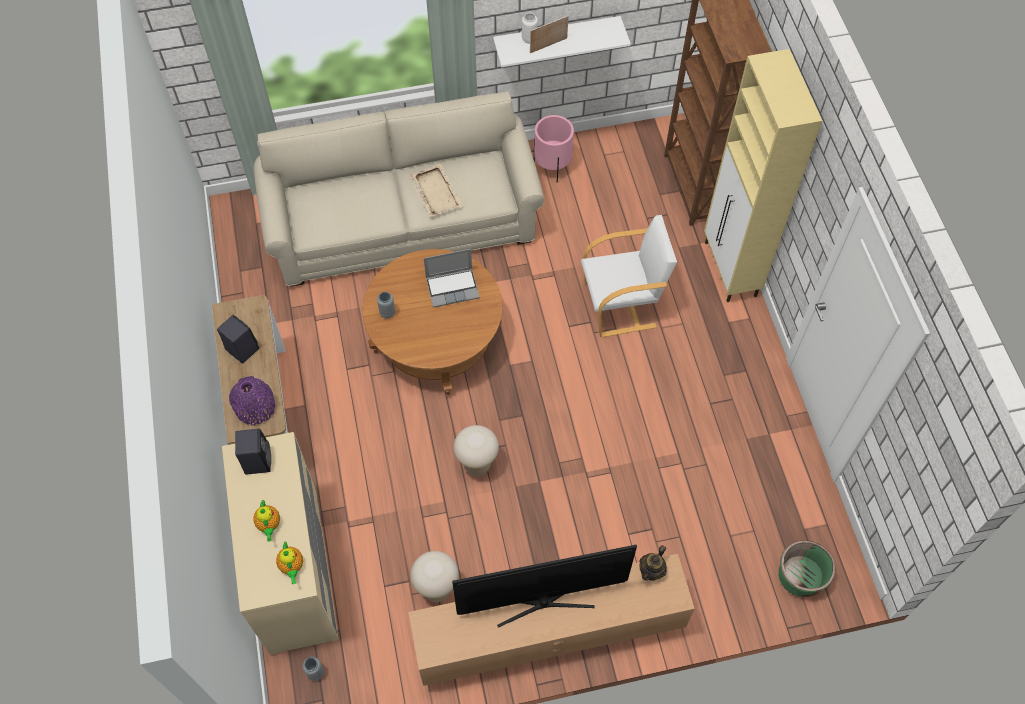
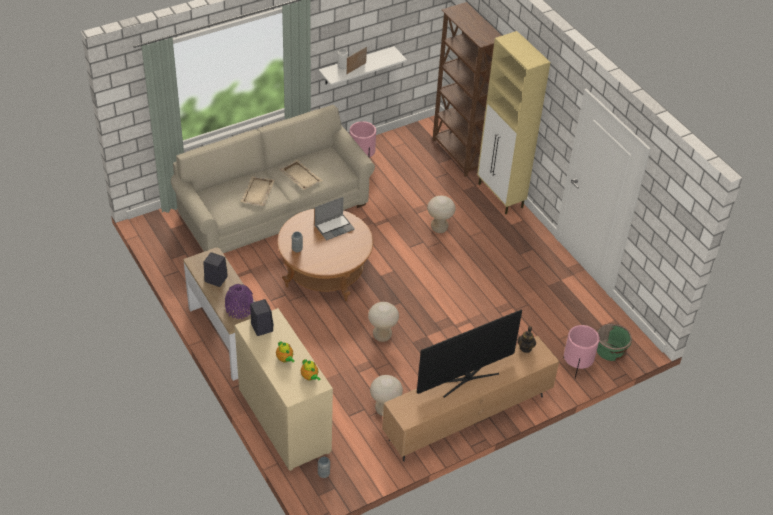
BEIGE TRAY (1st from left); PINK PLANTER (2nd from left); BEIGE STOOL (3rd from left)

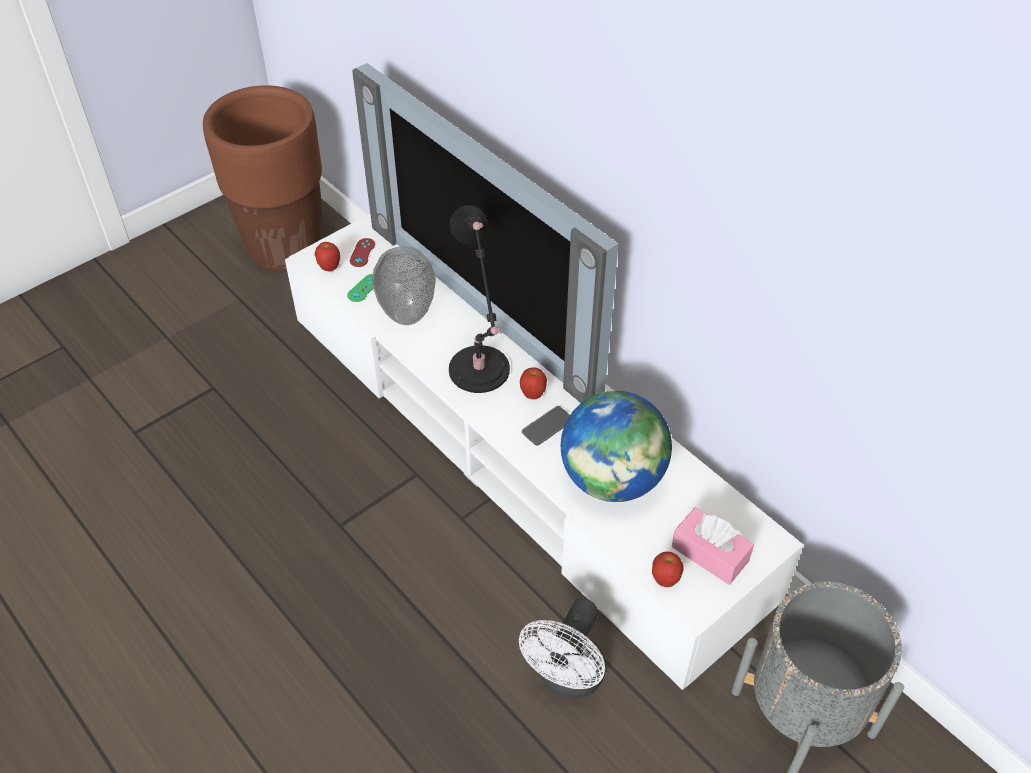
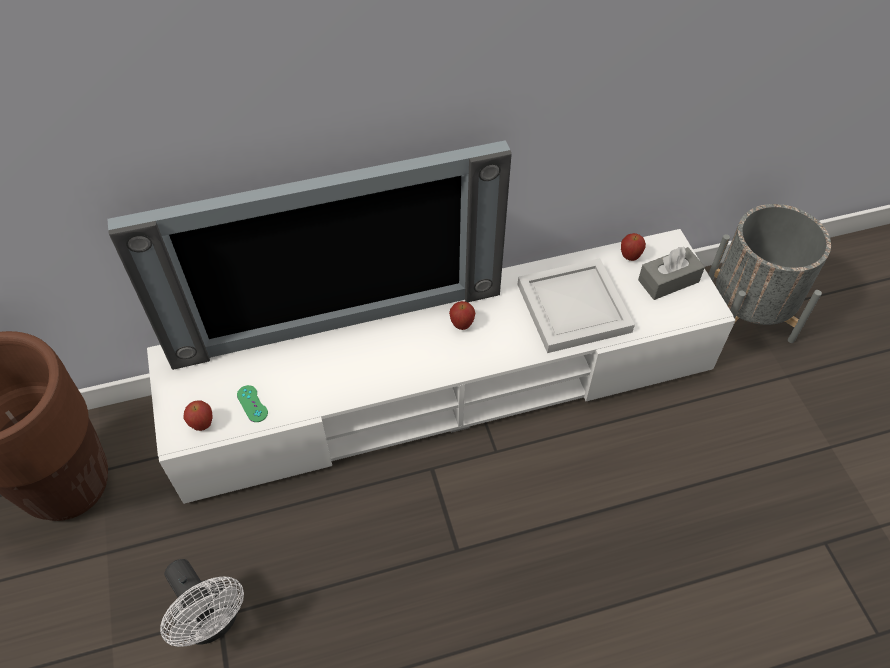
RED GAME CONTROLLER; VASE; BLACK TABLE LAMP; PHONE; WHITE FAN; APPLE (3rd from left); WHITE TRAY; GREY TISSUE BOX

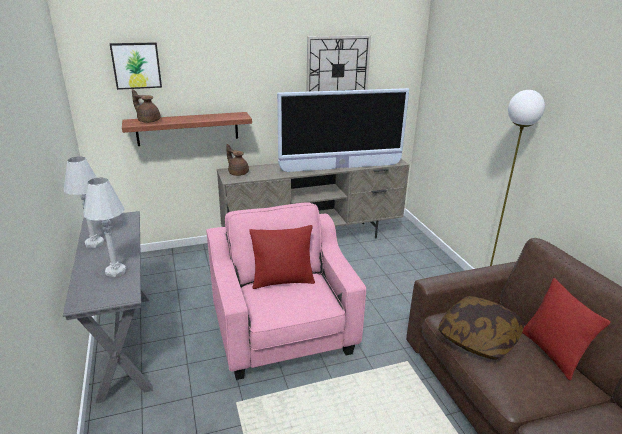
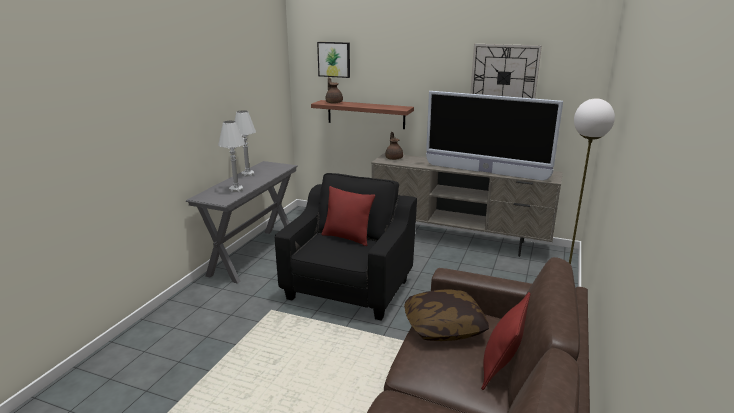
BLACK ARMCHAIR

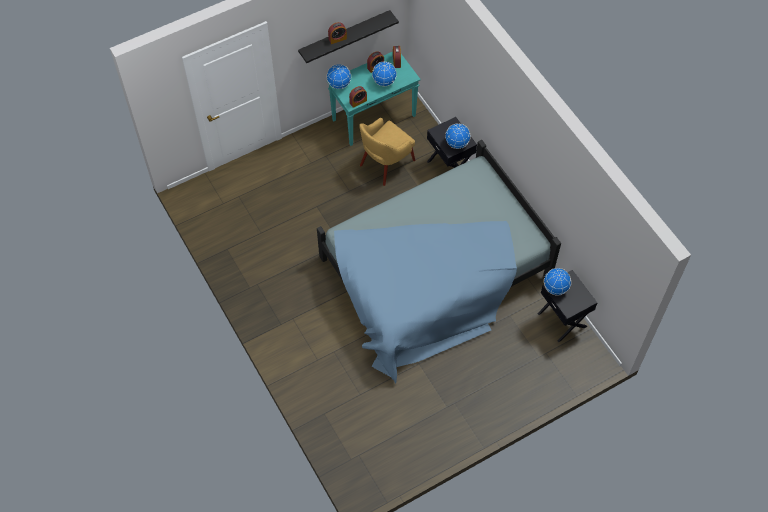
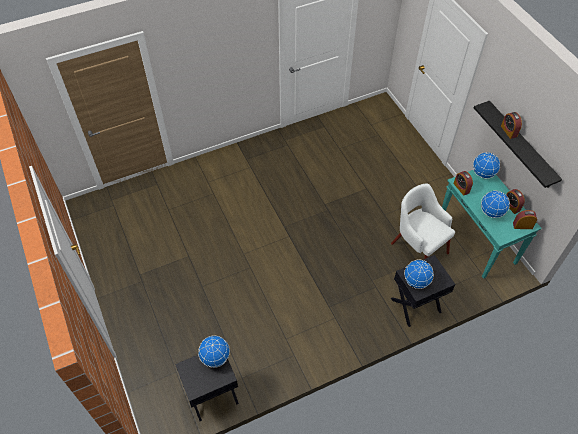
BLUE BED; WHITE ARMCHAIR

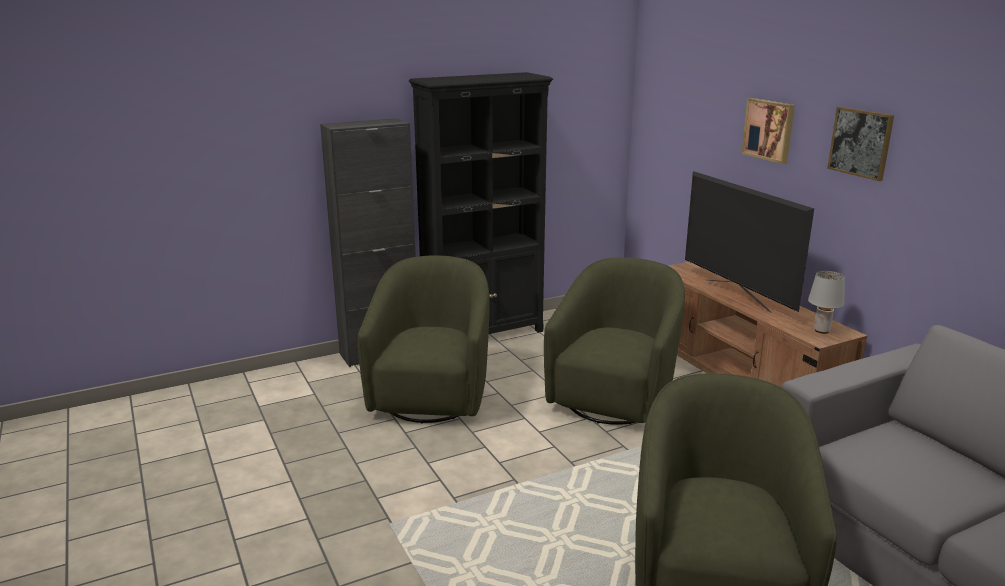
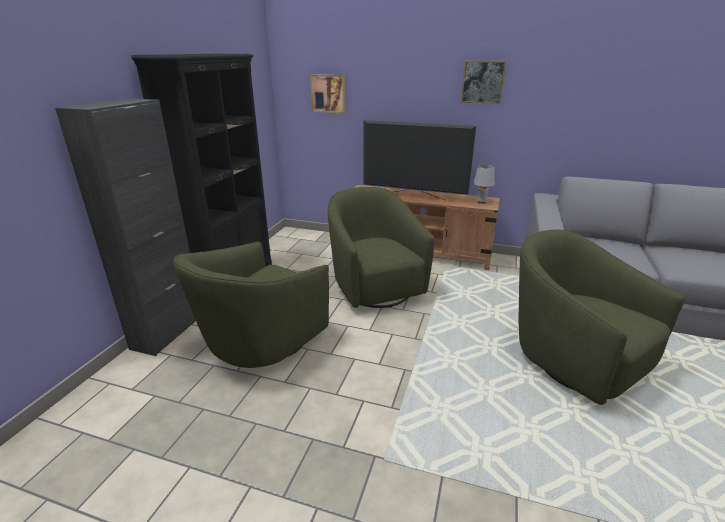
PICTURE (1st from left); GREEN ARMCHAIR (1st from left)

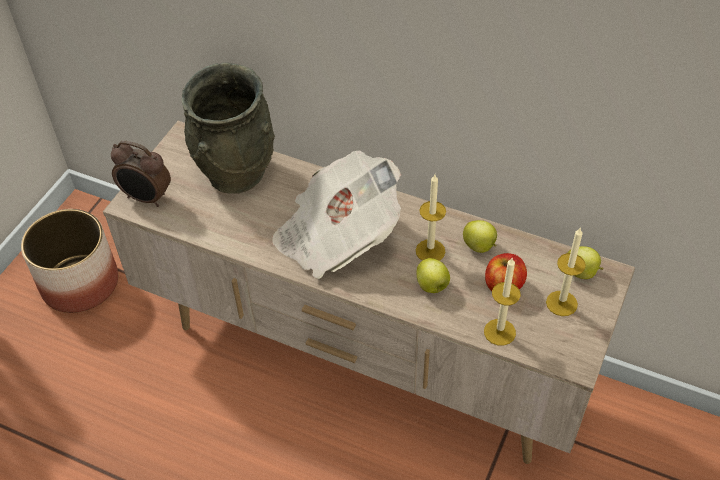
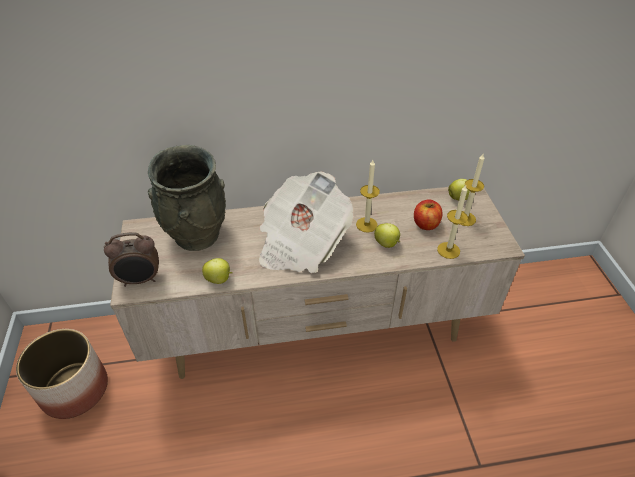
APPLE (1st from left)

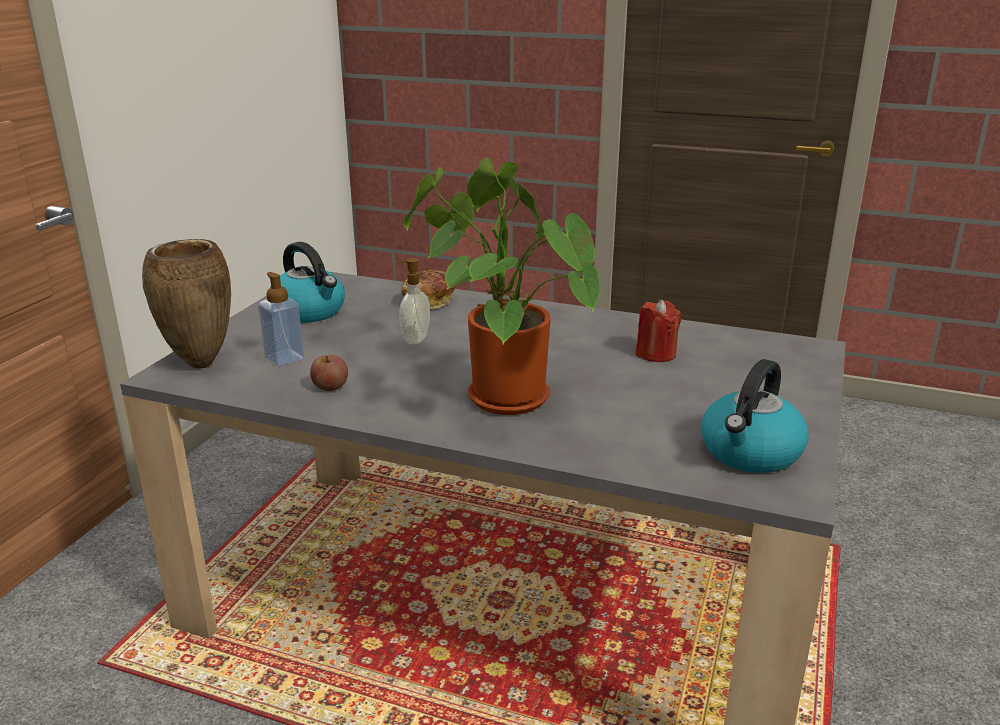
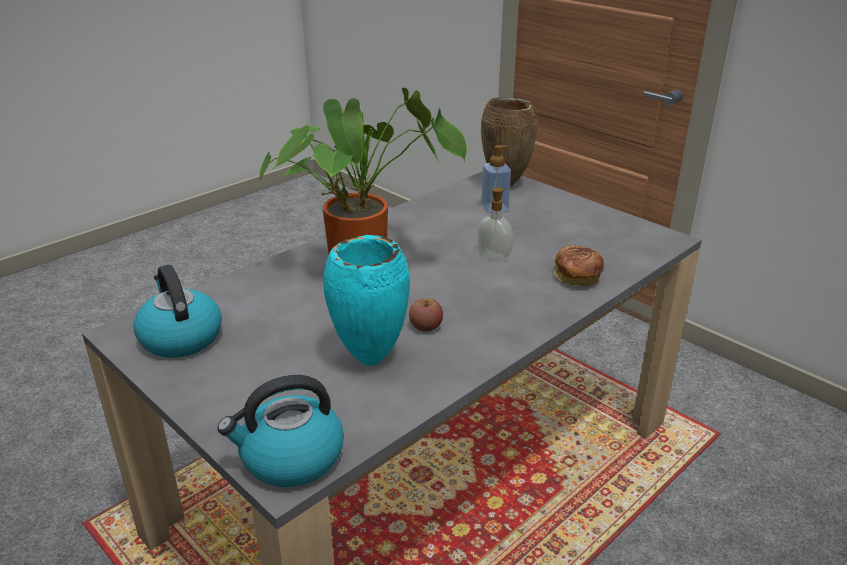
KETTLE (2nd from left); APPLE; TURQUOISE VASE

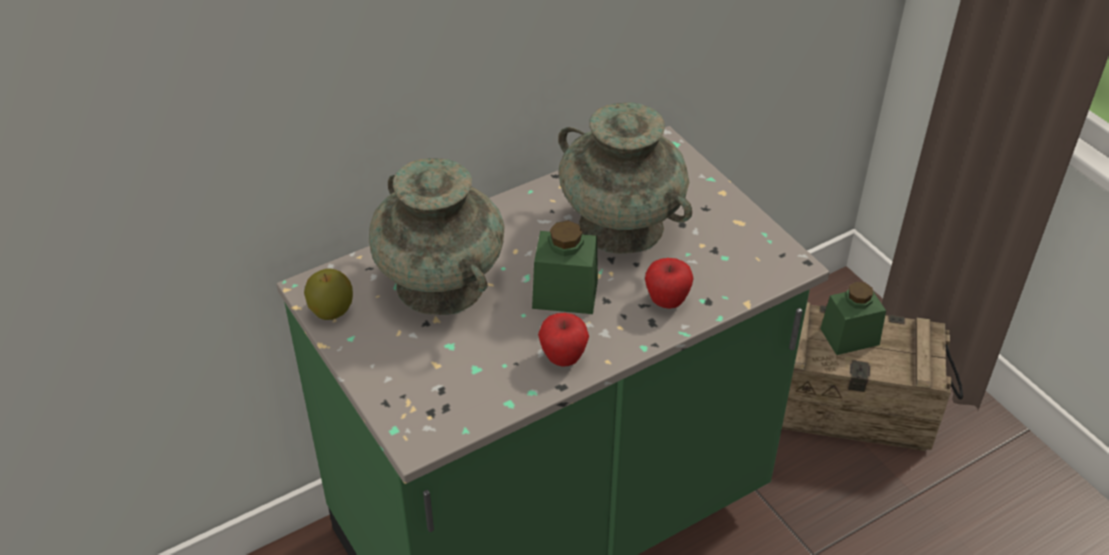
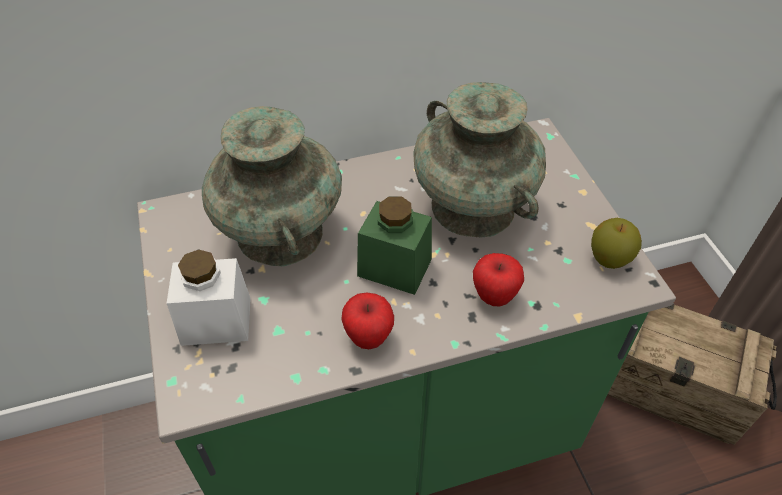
GREEN JAR (2nd from left in the first image); WHITE JAR; APPLE (3rd from left)

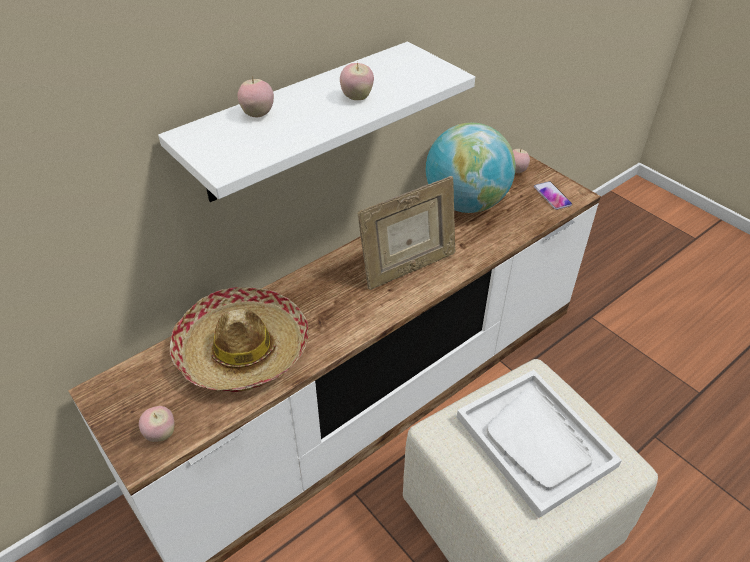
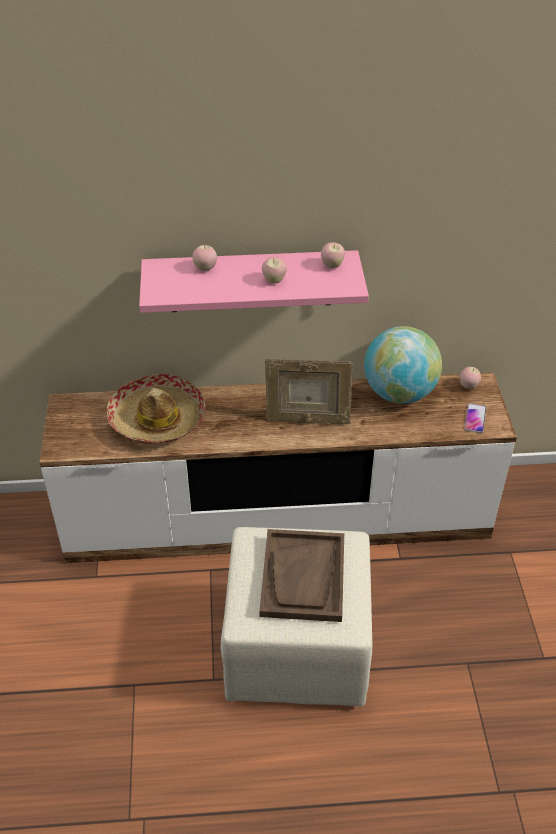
APPLE (3rd from left); PINK SHELF; BROWN TRAY

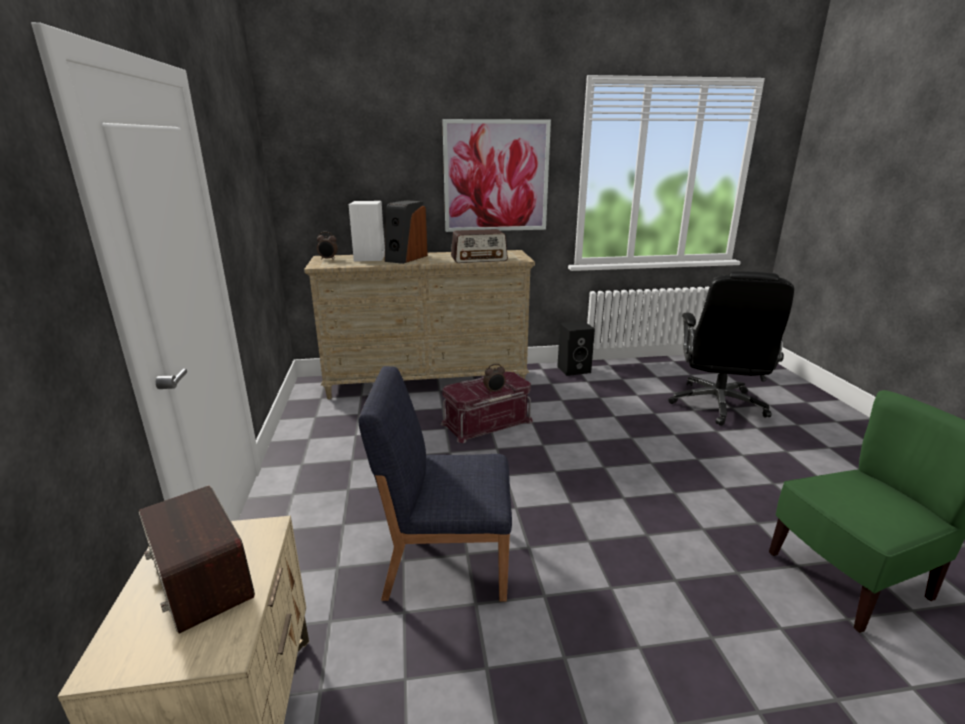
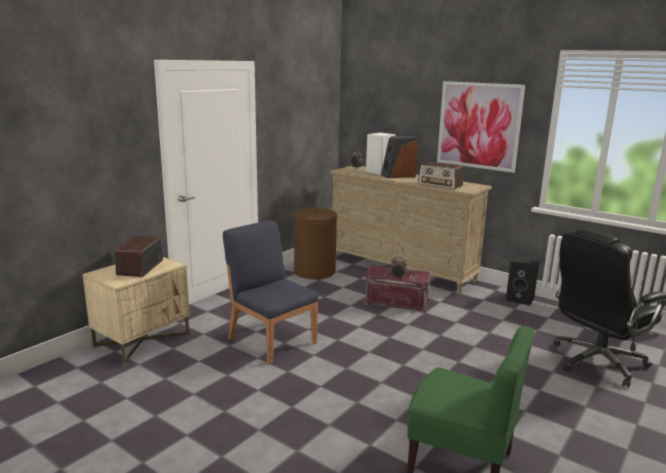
BROWN LAUNDRY BASKET

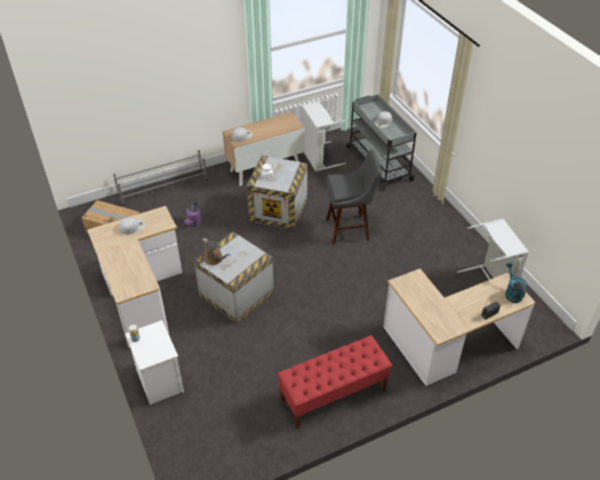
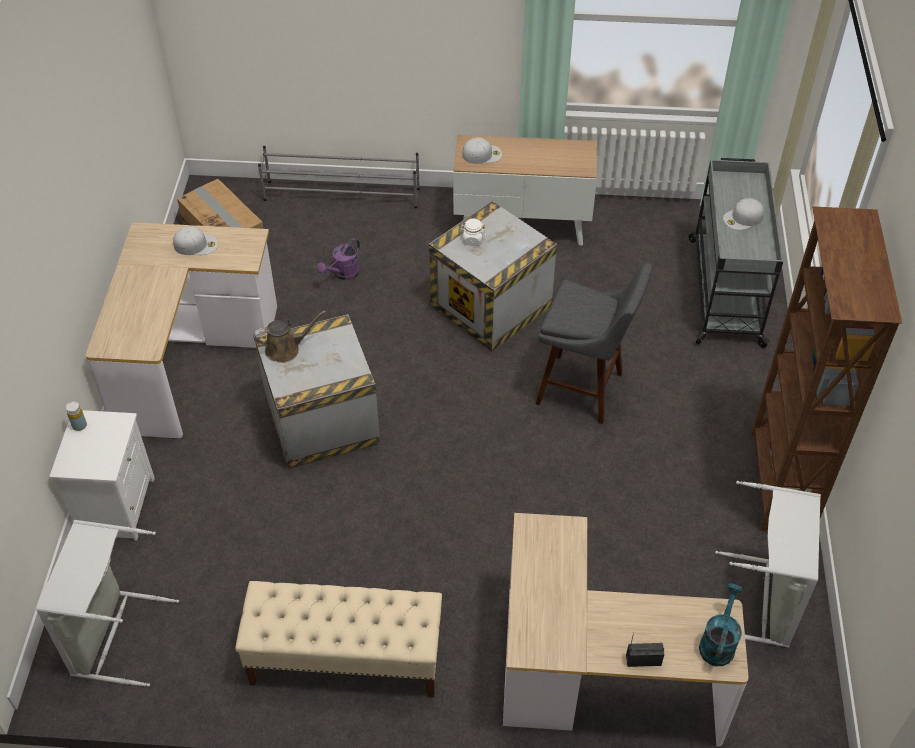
BROWN BOOKCASE; GREY LAUNDRY BASKET (1st from left); BEIGE BENCH; BROWN WATERING CAN

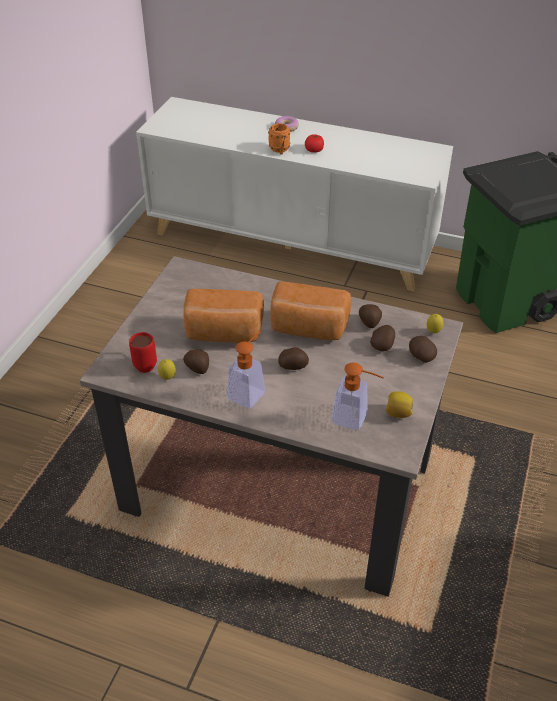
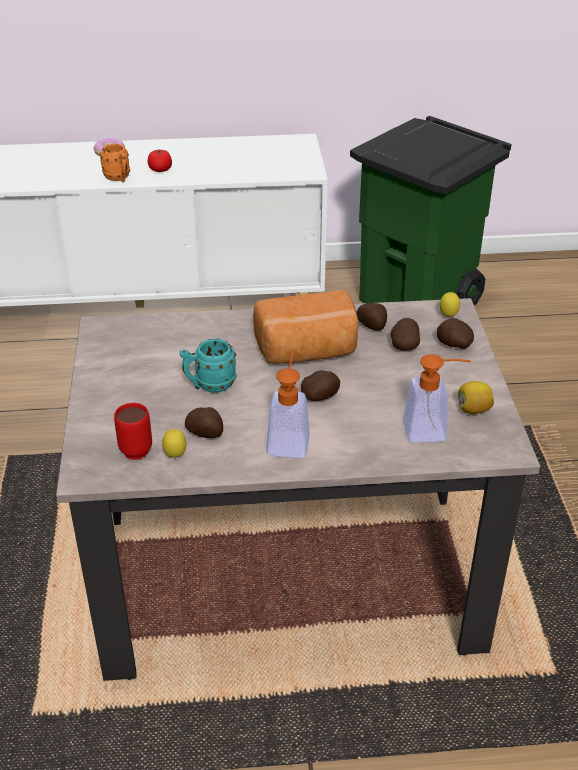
TURQUOISE MUG

